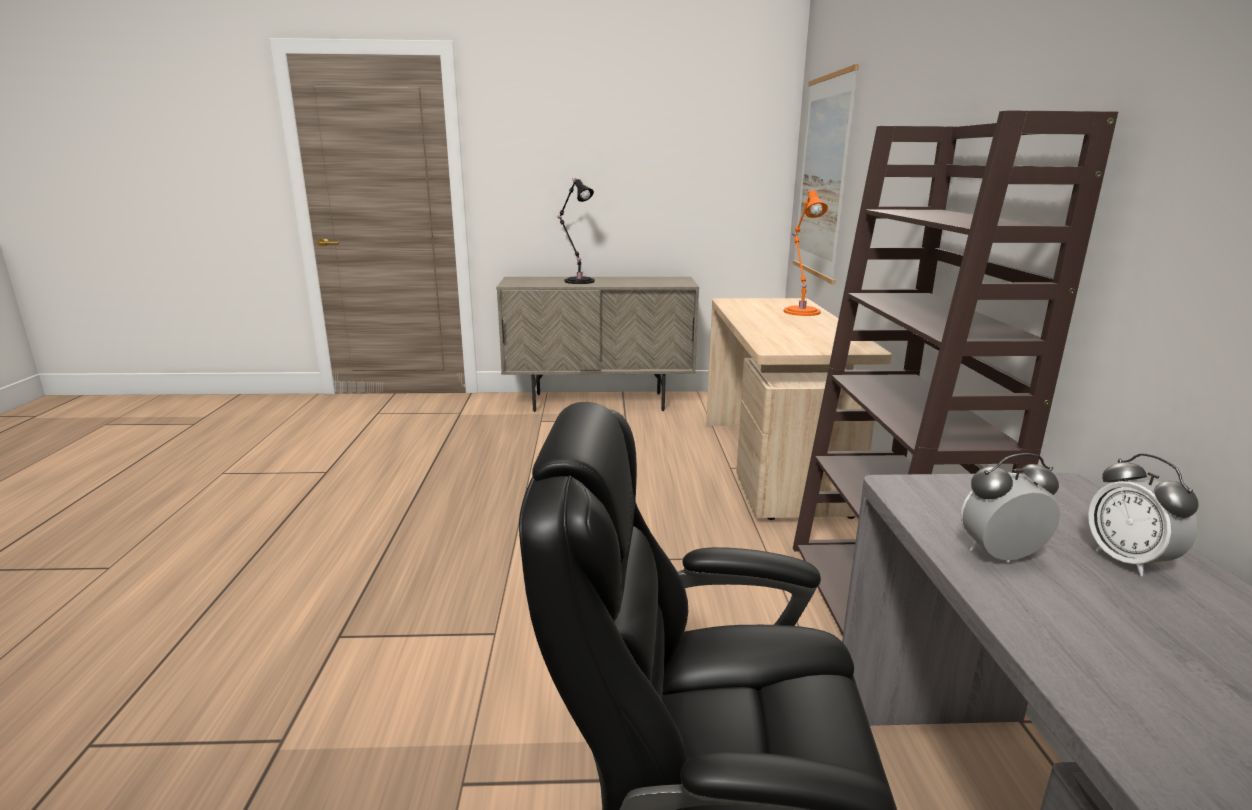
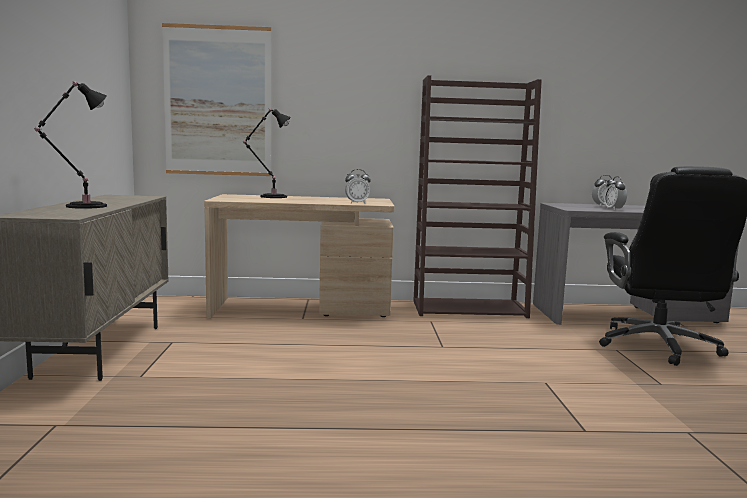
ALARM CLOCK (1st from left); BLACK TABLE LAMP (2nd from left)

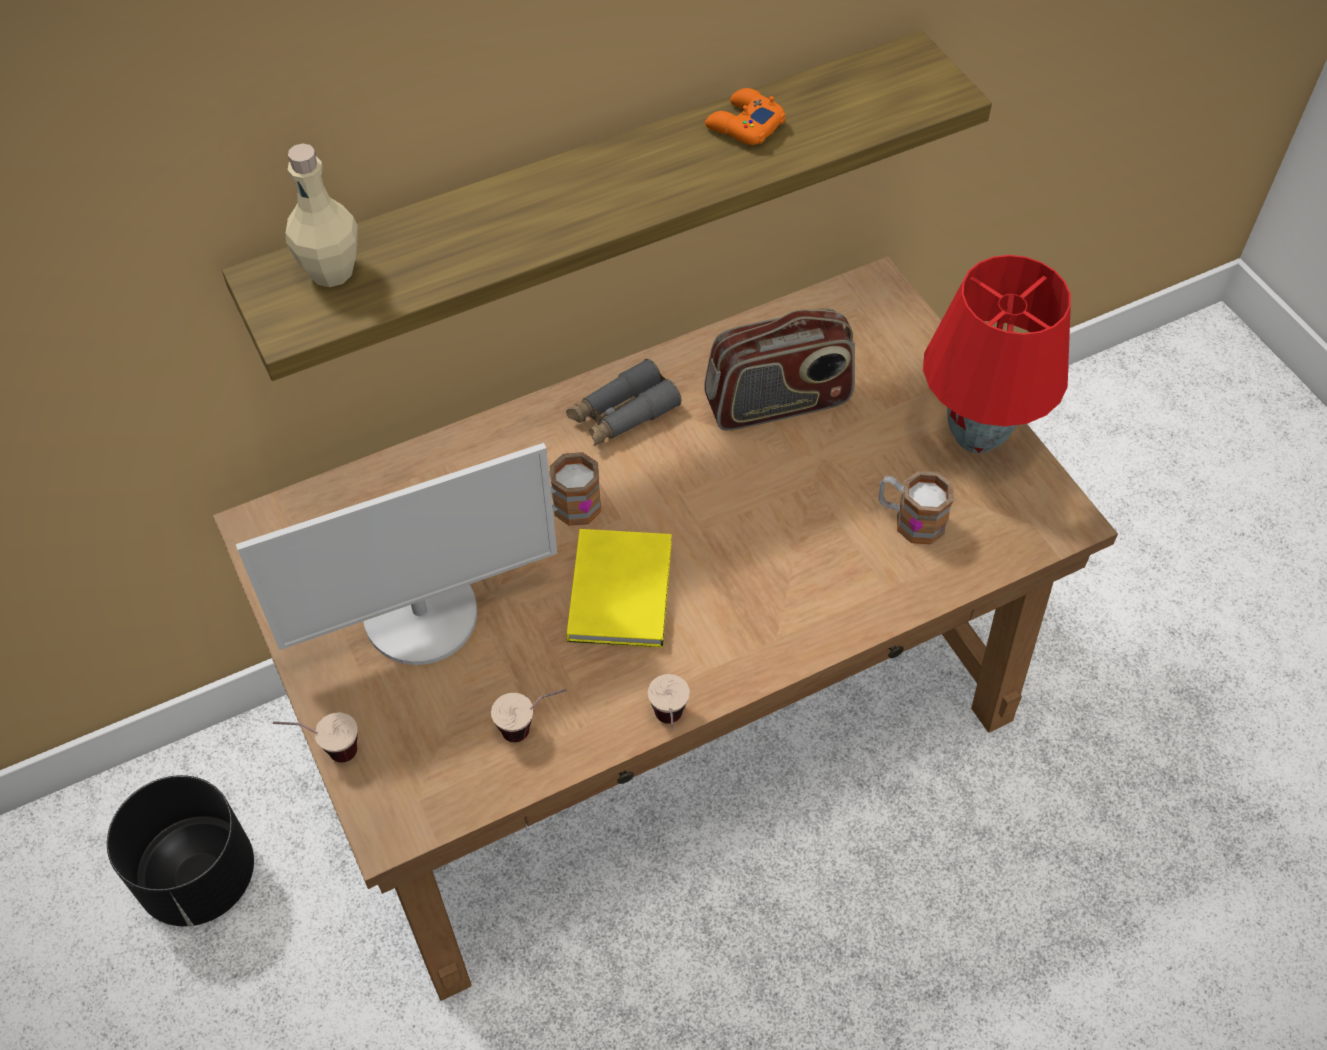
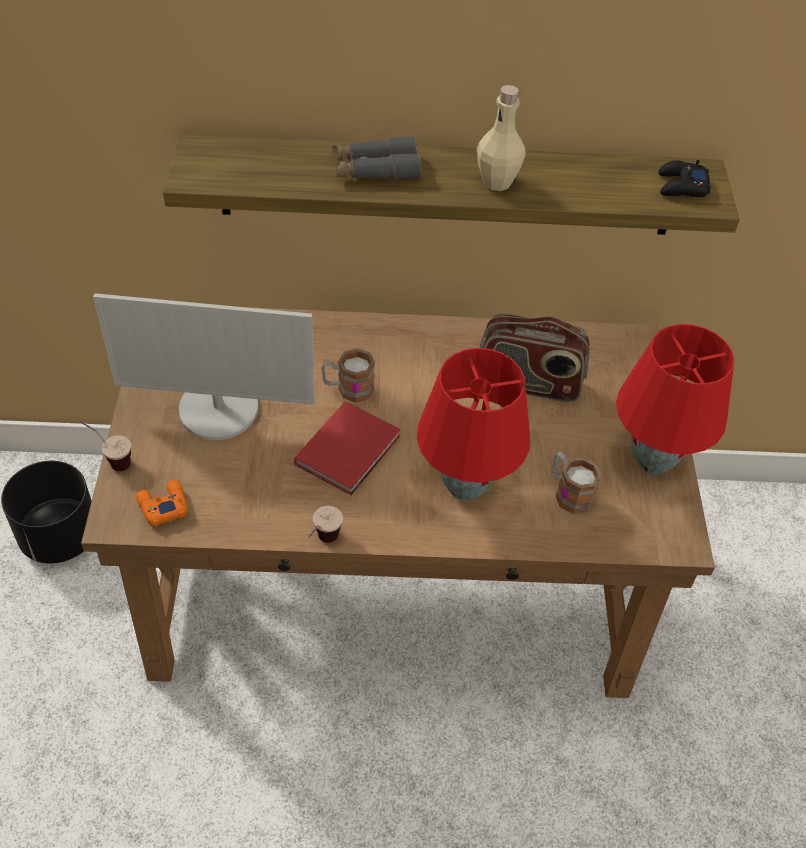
CUP (2nd from left in the first image); RED TABLE LAMP (1st from left); BLACK GAME CONTROLLER; BEIGE BOTTLE; GREY BINOCULARS; ORANGE GAME CONTROLLER; RED BOOK

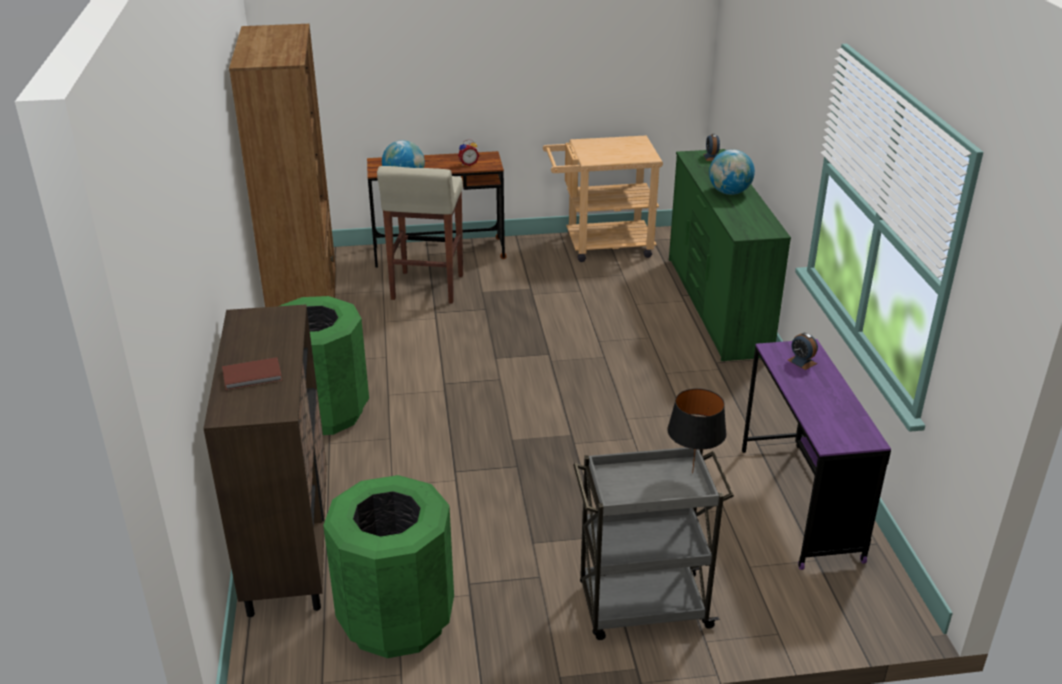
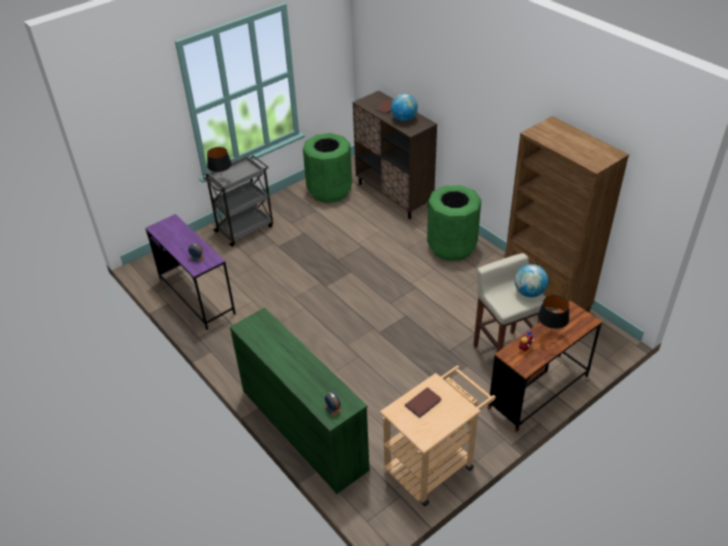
BROWN BOOK (2nd from left); BLACK TABLE LAMP (2nd from left); GLOBE (1st from left)

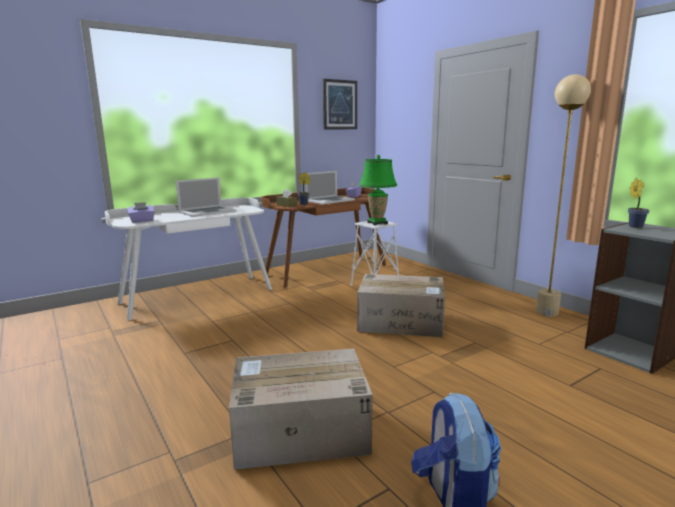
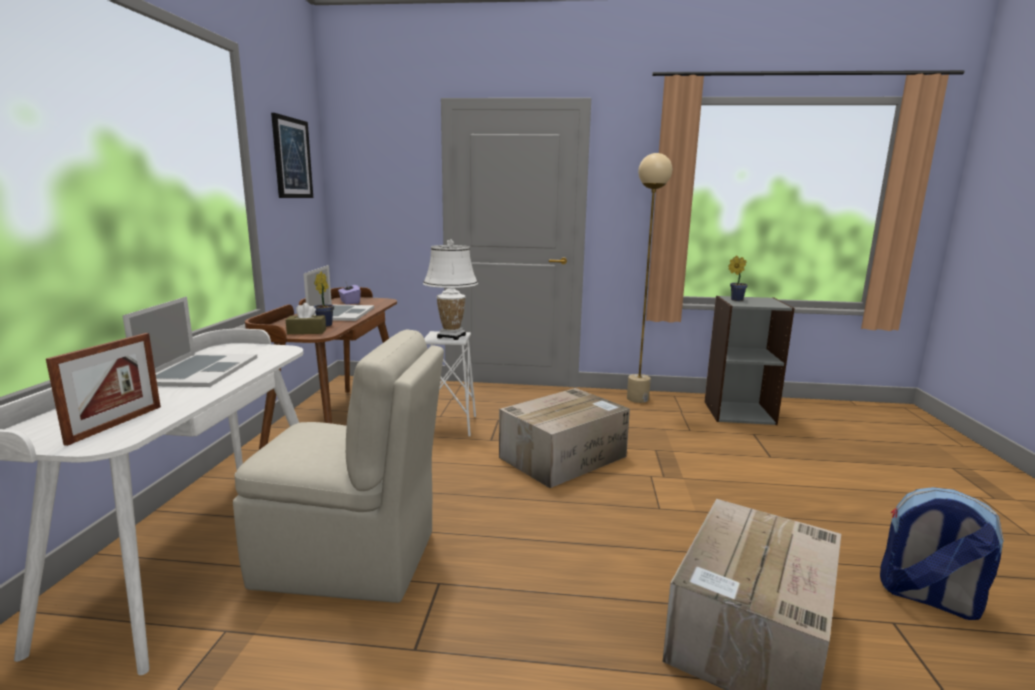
BEIGE CHAIR; PICTURE FRAME; WHITE TABLE LAMP

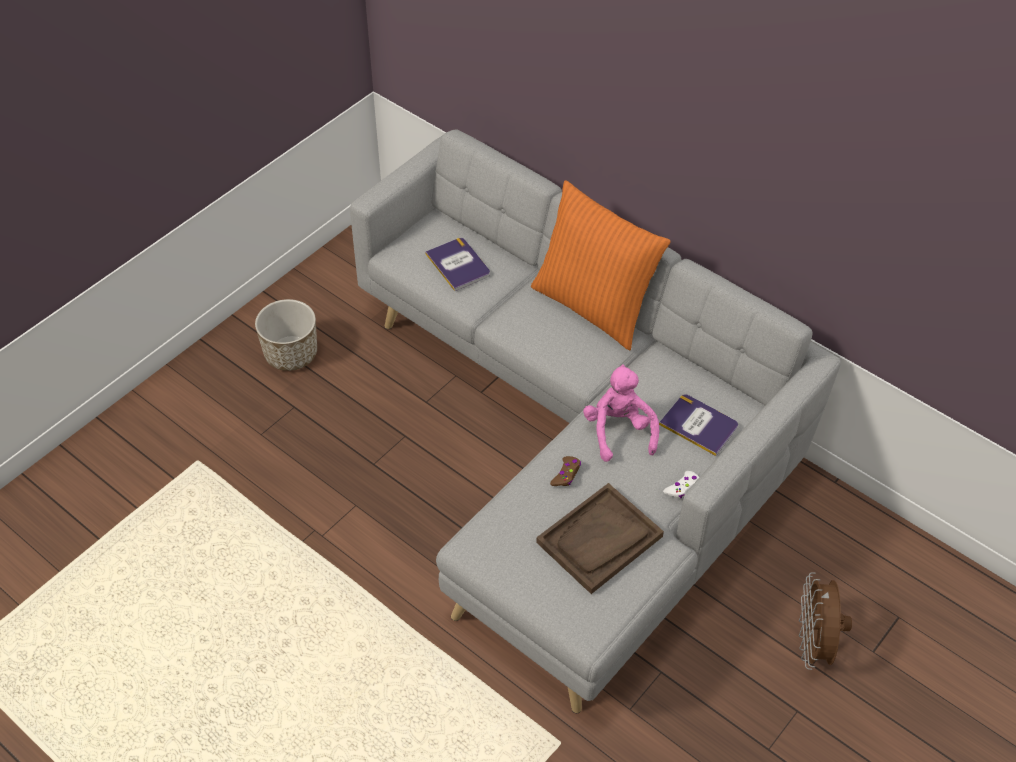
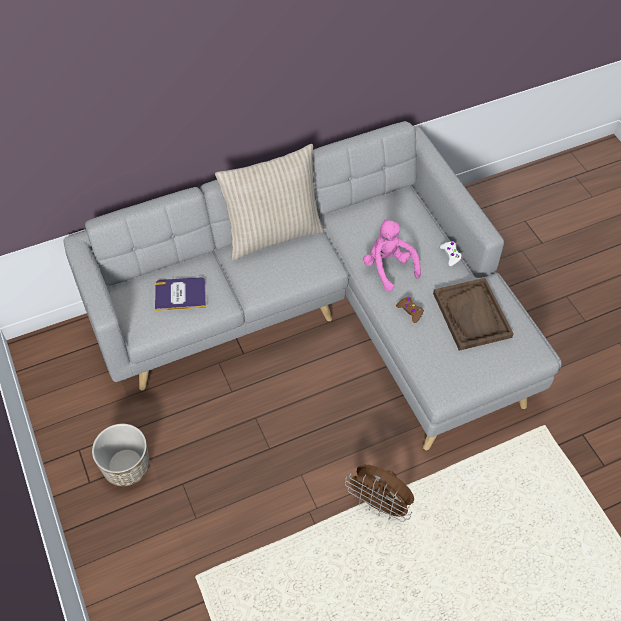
BOOK (2nd from left in the first image); BROWN FAN; BEIGE PILLOW; PINK PLUSH TOY

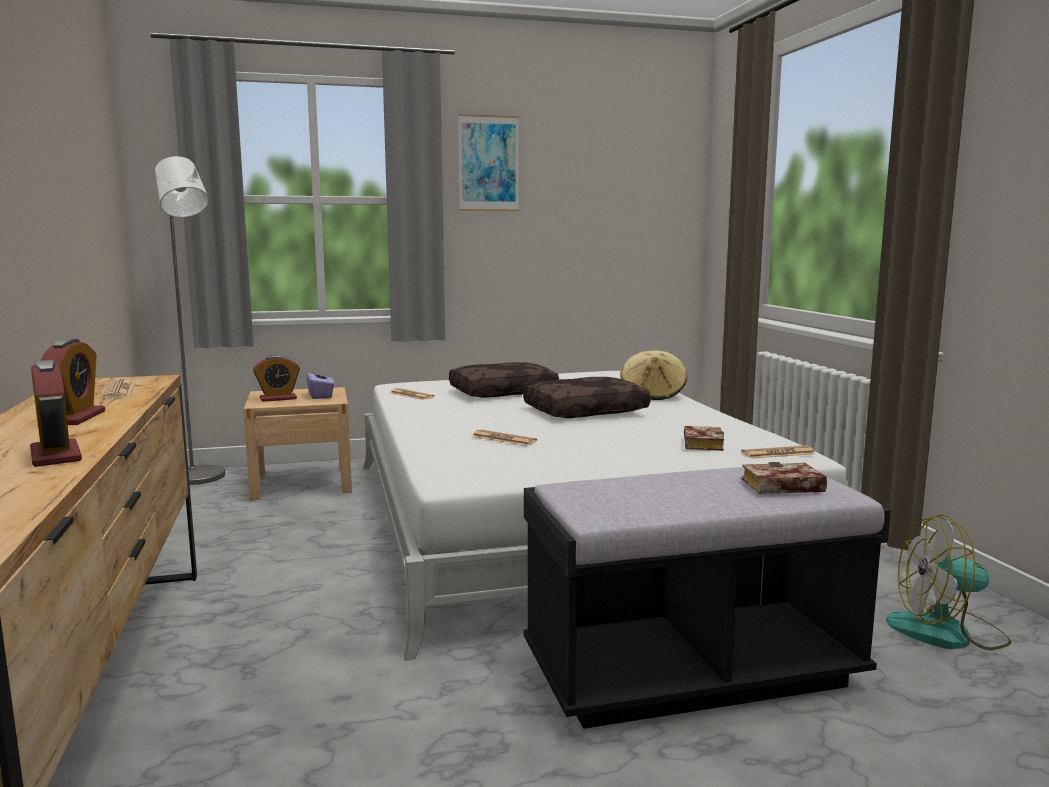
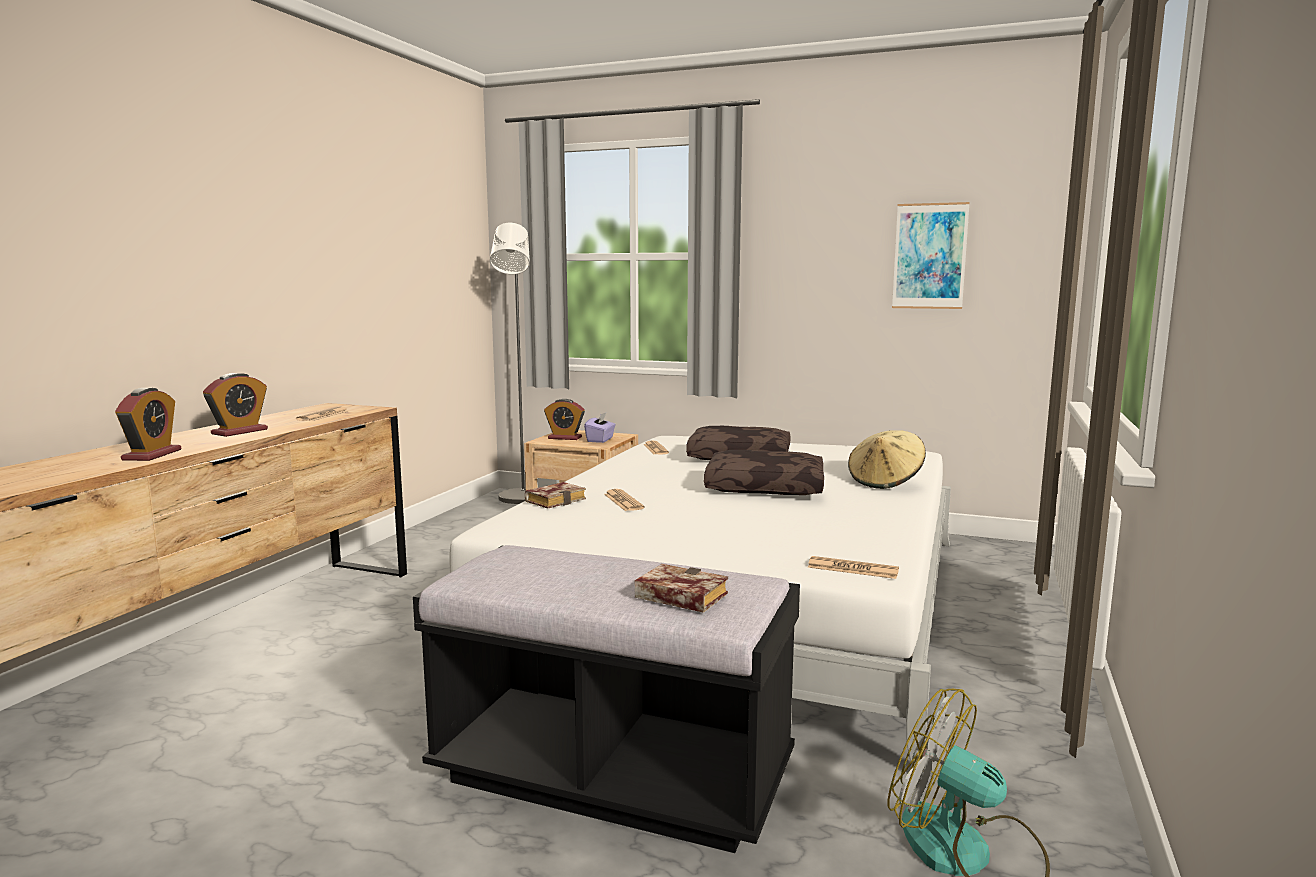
PICTURE; BOOK (1st from left)

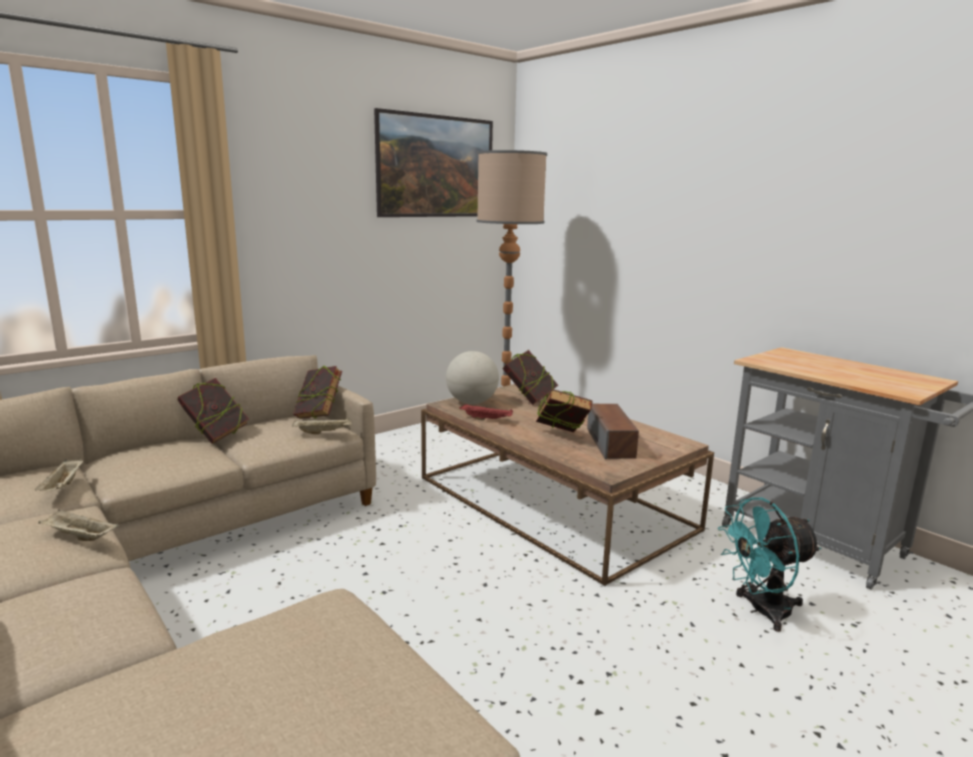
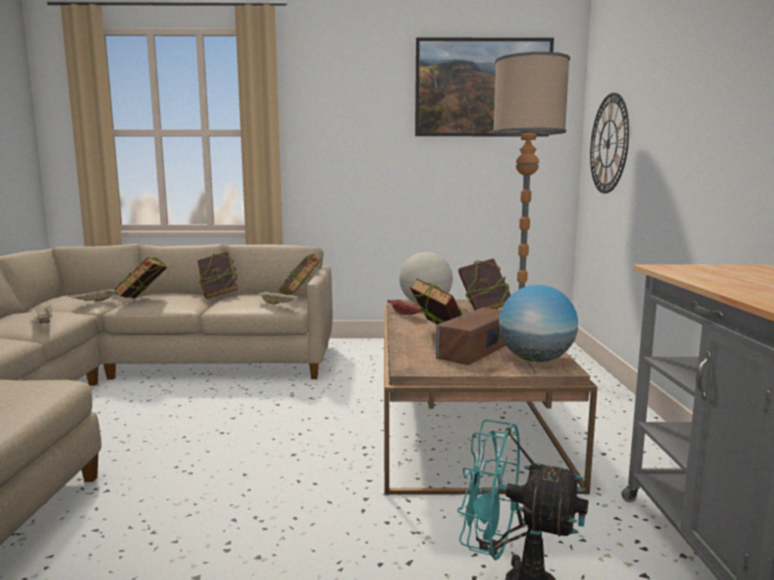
BOOK (1st from left); GLOBE (2nd from left); WALL CLOCK

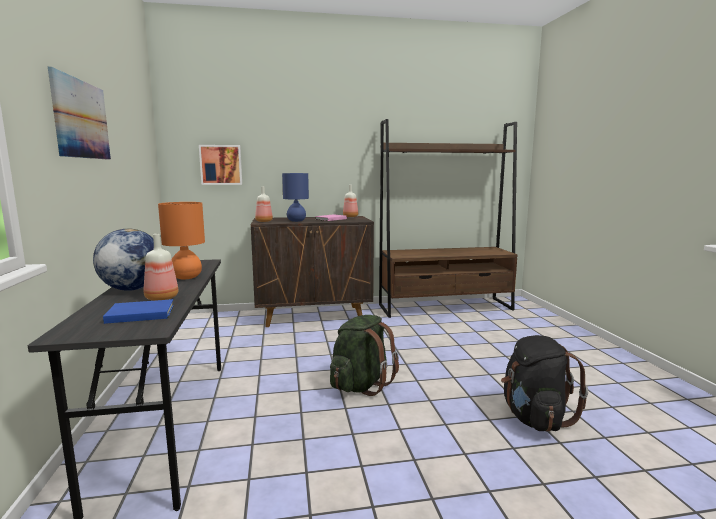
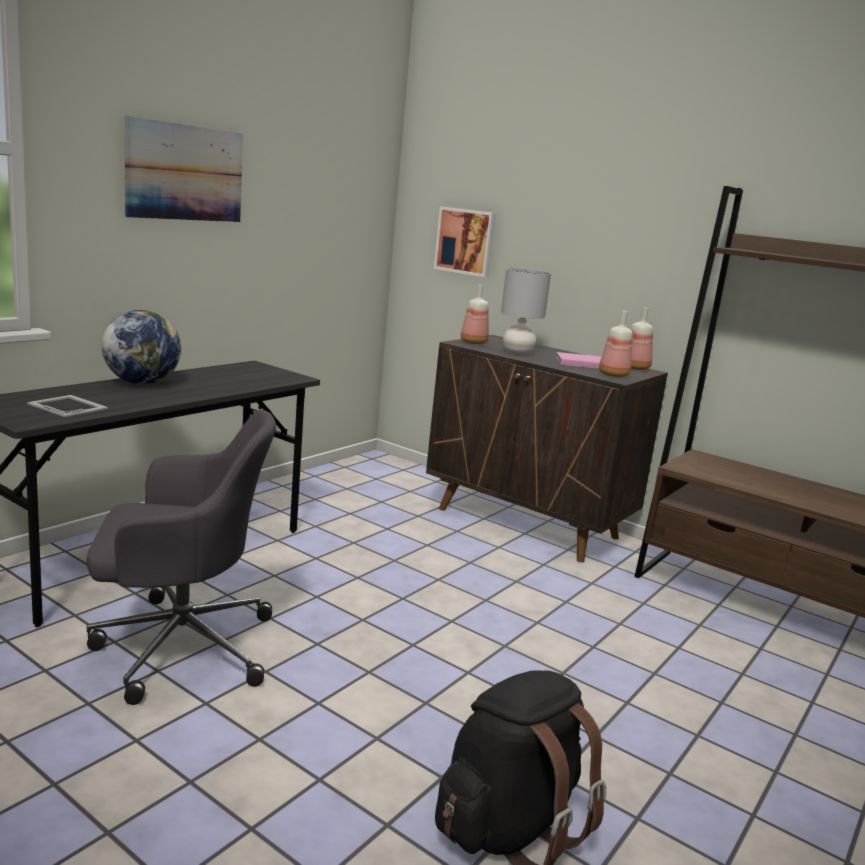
ORANGE TABLE LAMP; GREEN BACKPACK; GREY OFFICE CHAIR; BOTTLE (2nd from left); PICTURE FRAME; GREY TABLE LAMP

